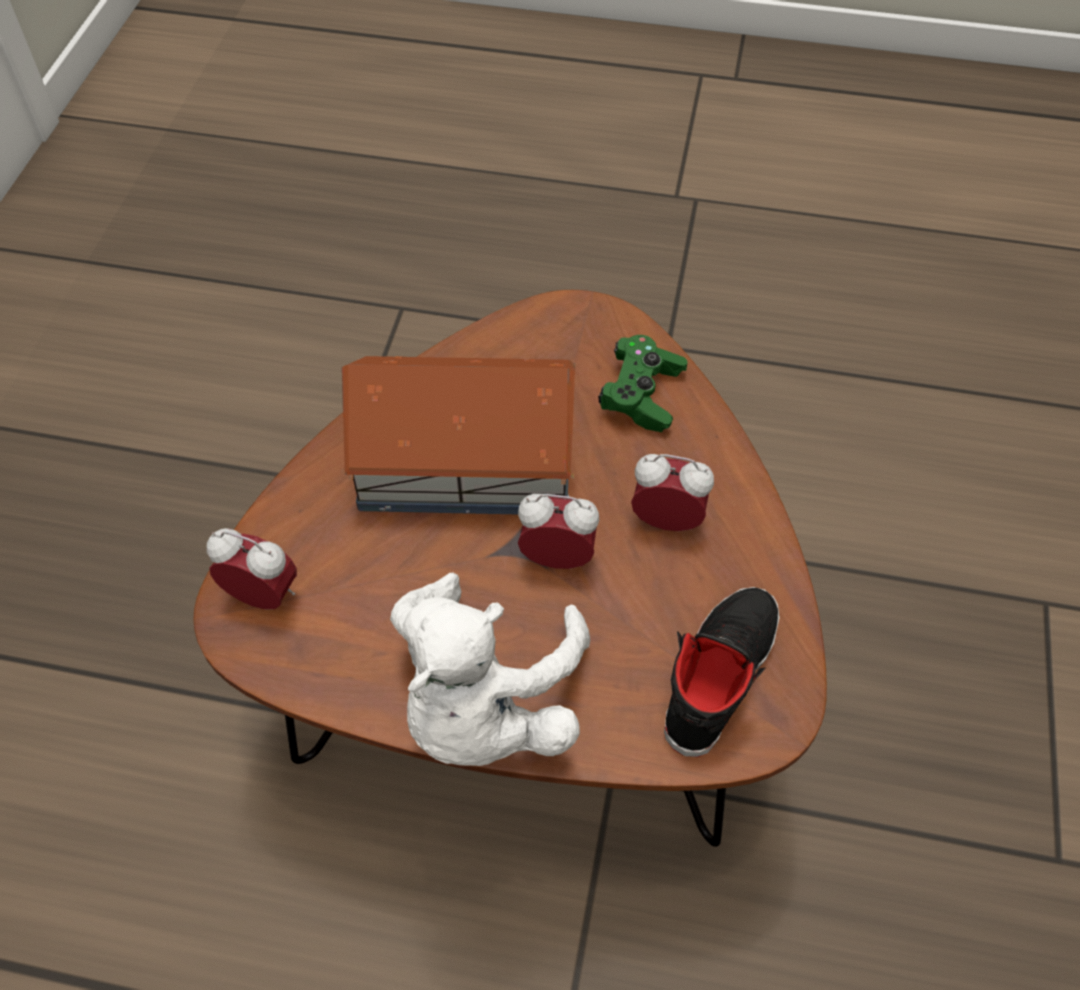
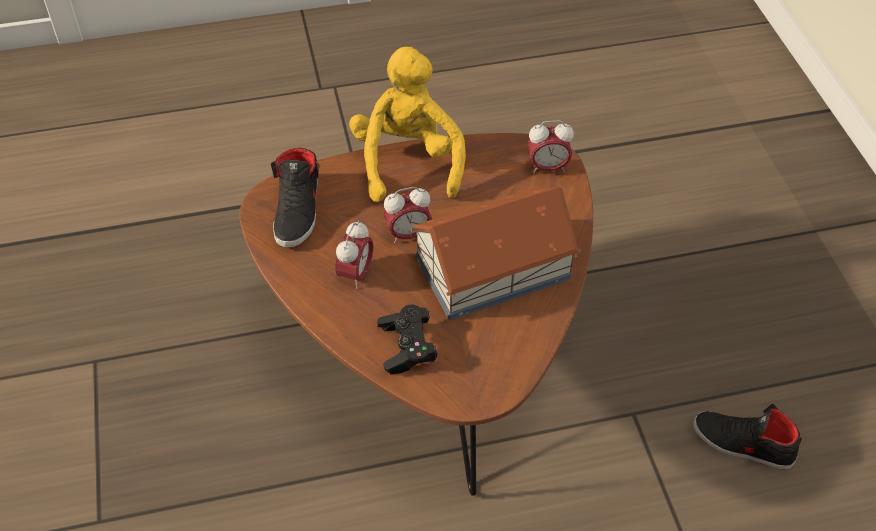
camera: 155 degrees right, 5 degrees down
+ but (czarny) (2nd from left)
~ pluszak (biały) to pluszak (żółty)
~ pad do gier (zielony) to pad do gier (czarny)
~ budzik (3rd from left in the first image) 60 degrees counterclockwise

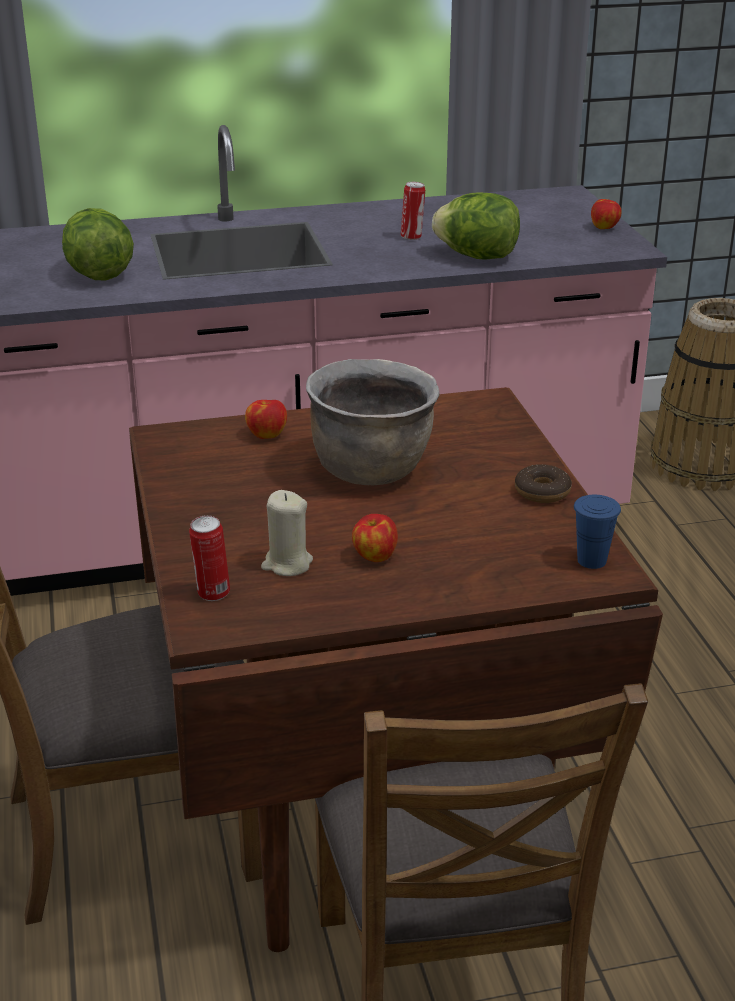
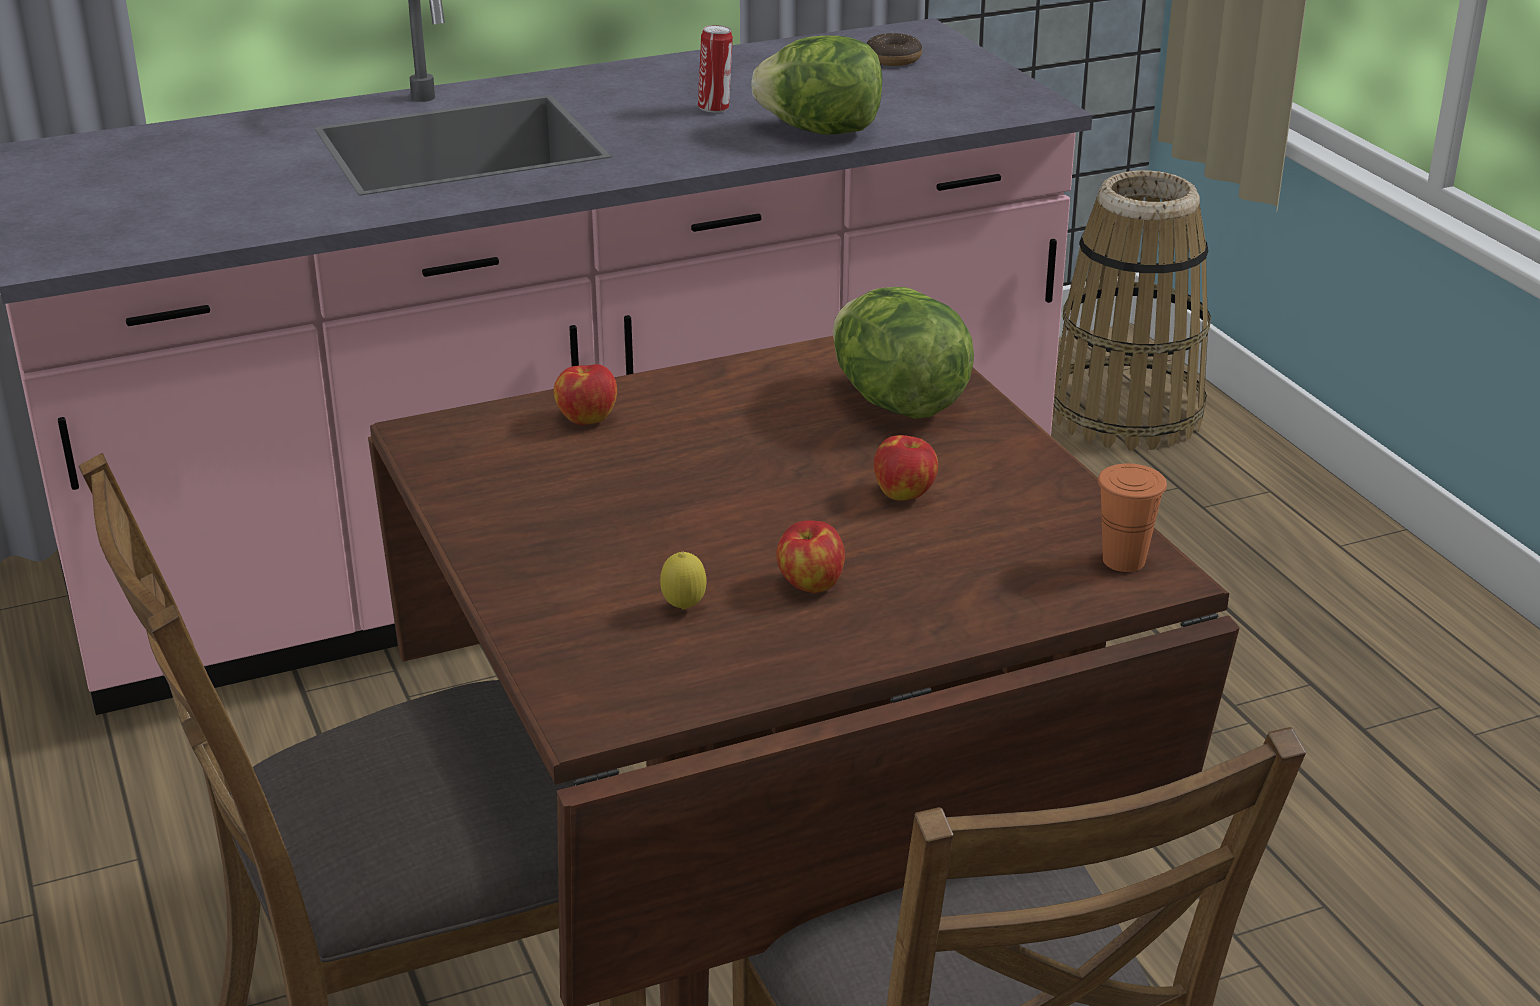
camera: 10 degrees left, 0 degrees up
- puszka (1st from left)
- garnek (brązowy)
~ sałata (1st from left in the first image) to sałata (2nd from left)
~ donut
~ jabłko (3rd from left)
~ świeca (beżowy) to cytryna
~ filiżanka (niebieski) to filiżanka (pomarańczowy)

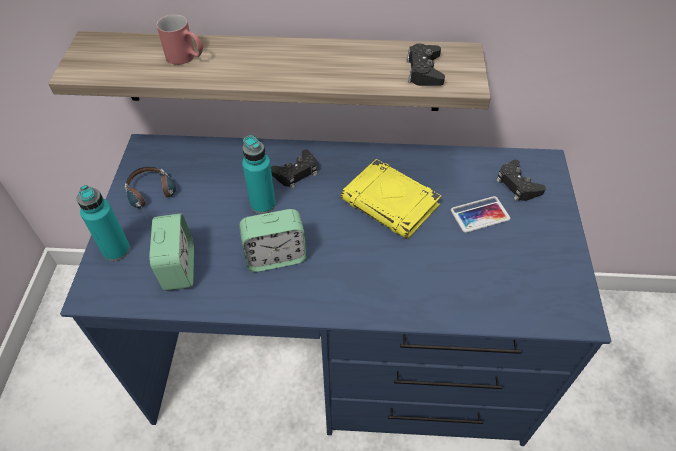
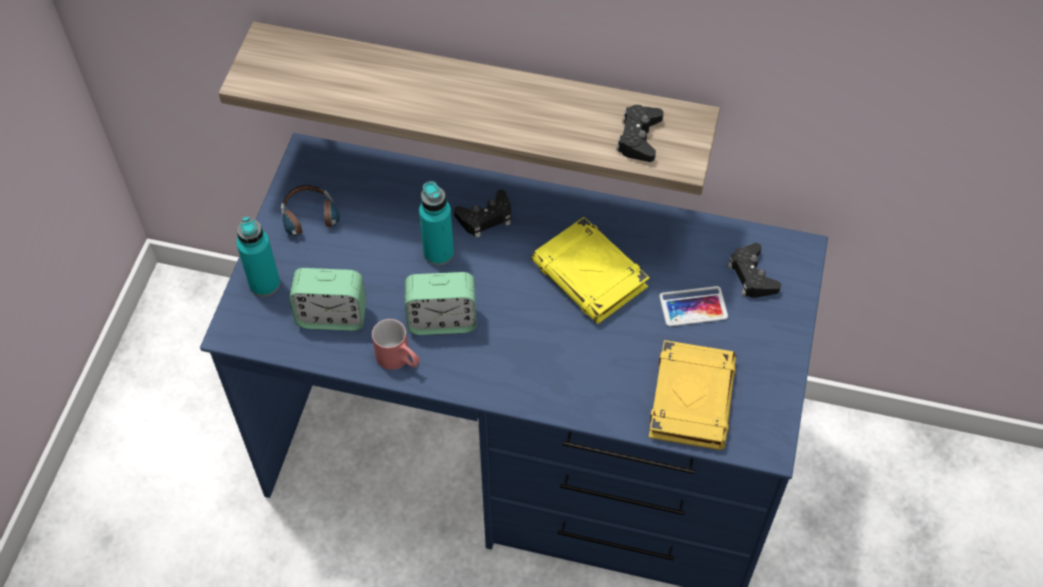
camera: 10 degrees right, 5 degrees up
+ książka (żółty) (2nd from left)
~ kubek (czerwony)
~ budzik (1st from left) 90 degrees clockwise

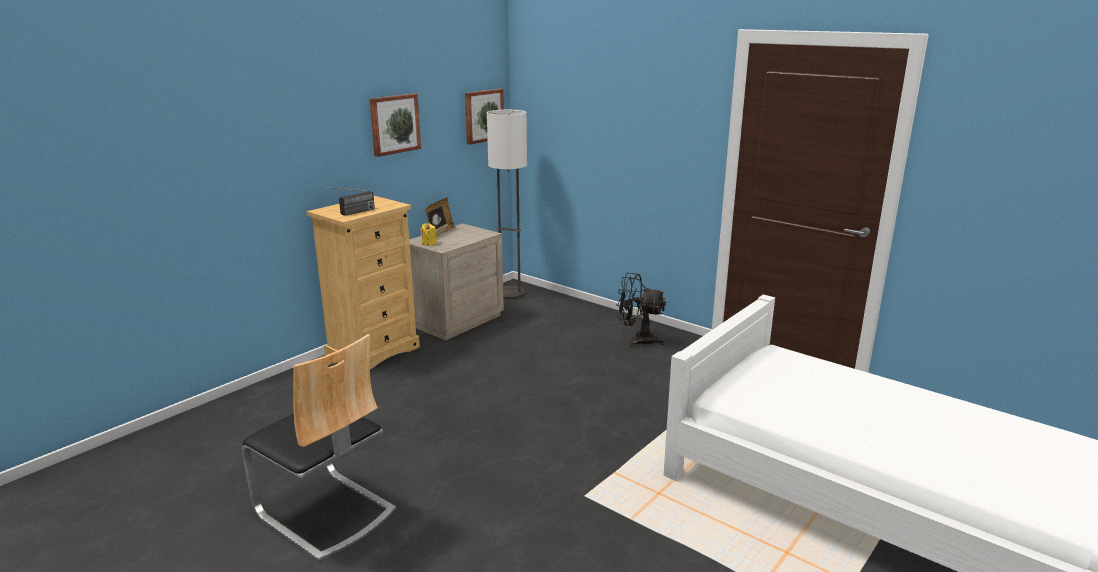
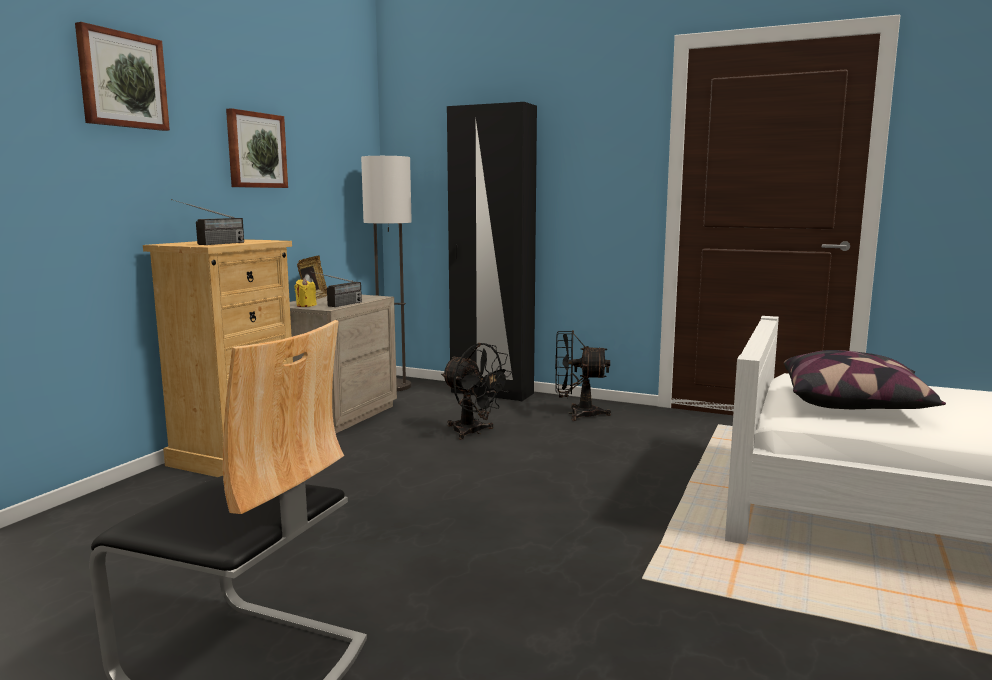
camera: 15 degrees left, 10 degrees down
+ radio (2nd from left)
+ wentylator (czarny) (1st from left)
+ szafa (czarny)
+ poduszka
~ obraz (2nd from left in the first image) to obraz (1st from left)

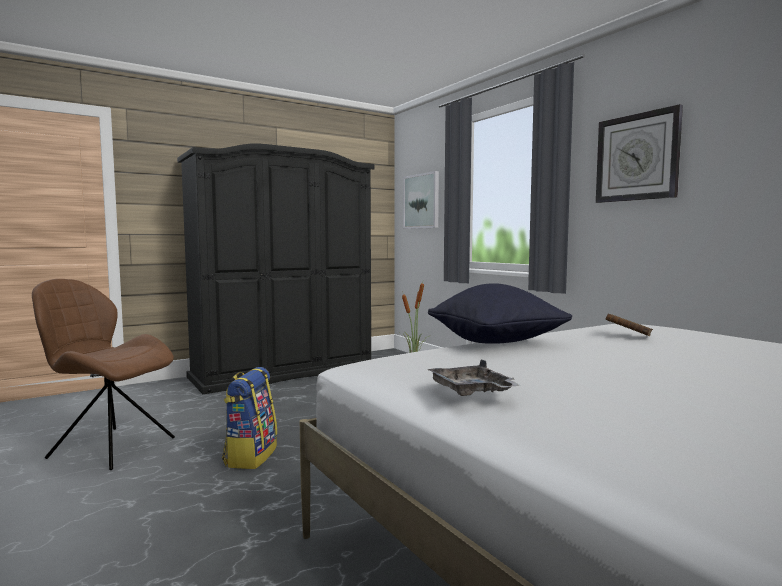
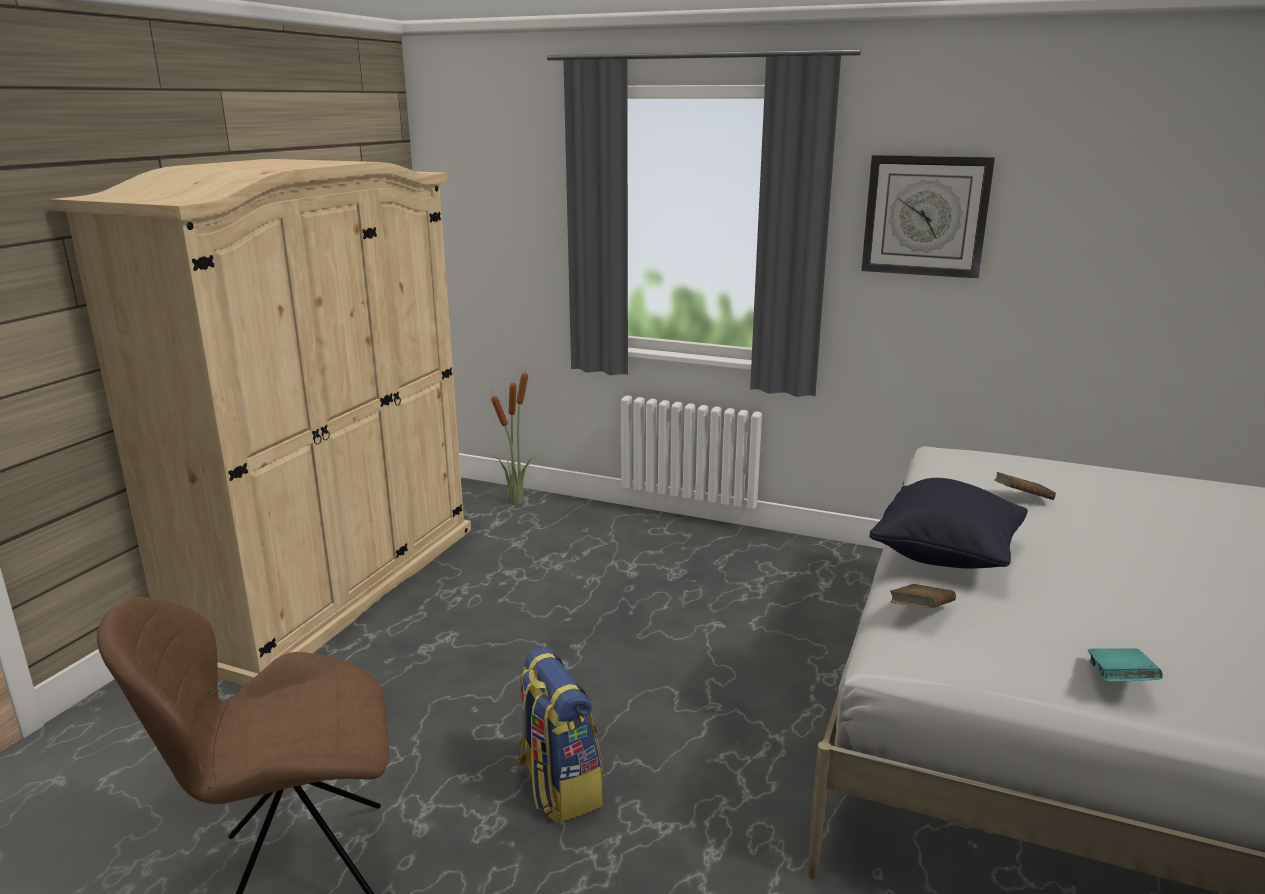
camera: 35 degrees left, 15 degrees up
- obraz
+ książka (brązowy) (1st from left)
~ taca (szary) to książka (turkusowy)
~ szafa (czarny) to szafa (beżowy)

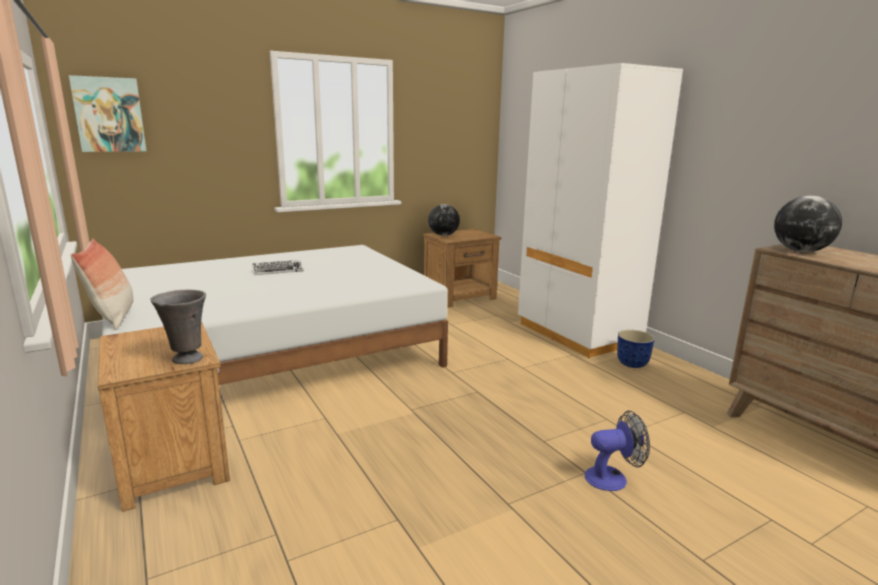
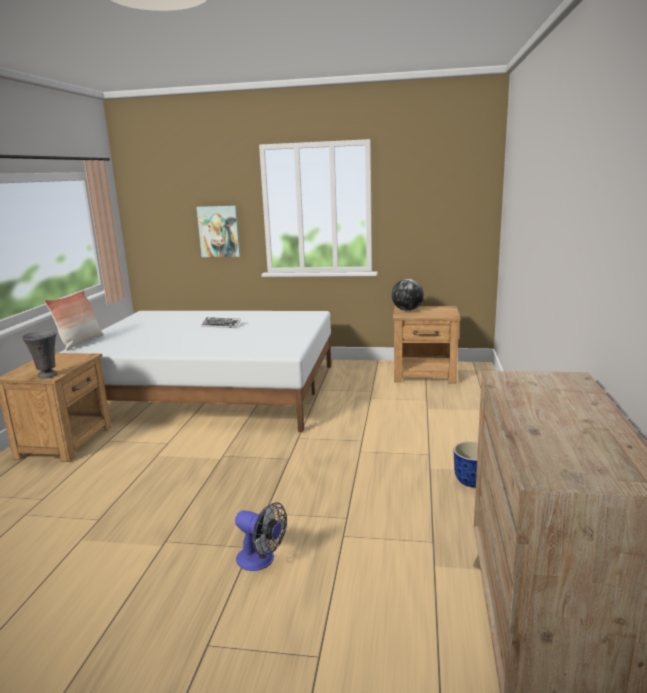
camera: 40 degrees right, 0 degrees up
- szafa (biały)
- globus (2nd from left)
~ obraz

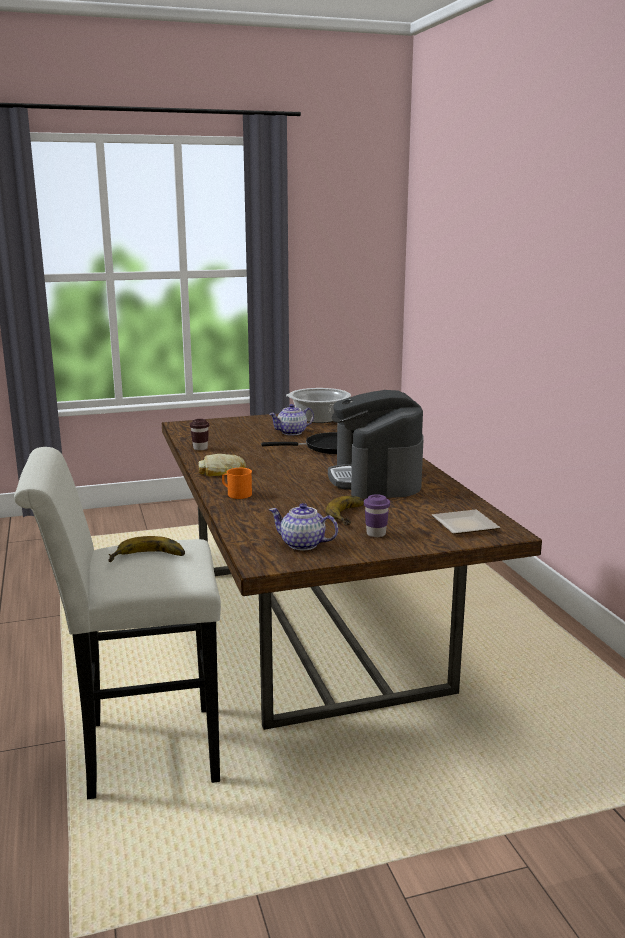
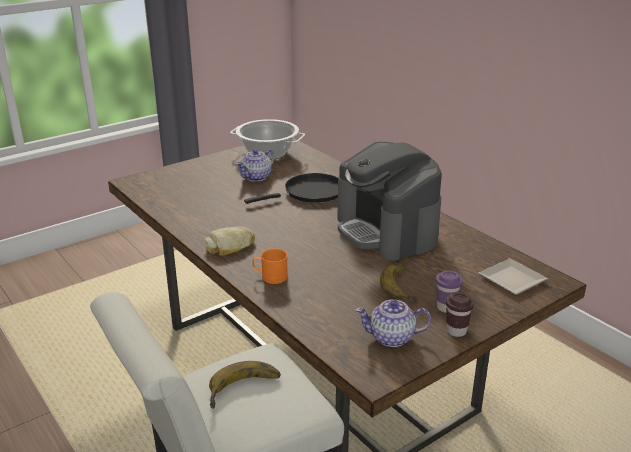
camera: 20 degrees left, 10 degrees up
~ filiżanka (brązowy)

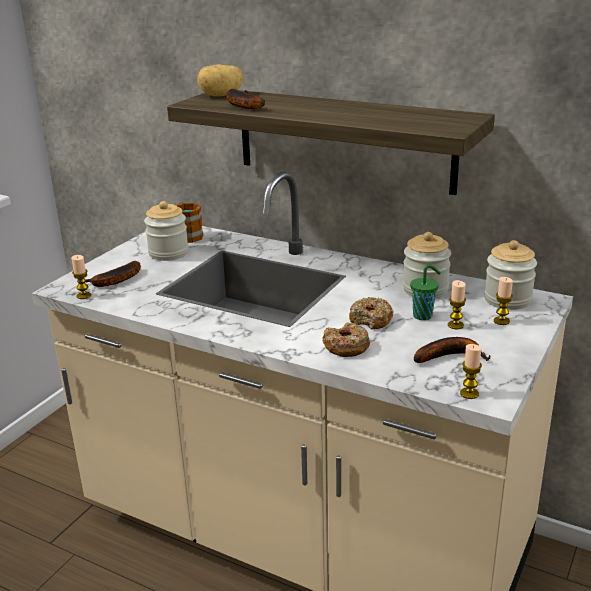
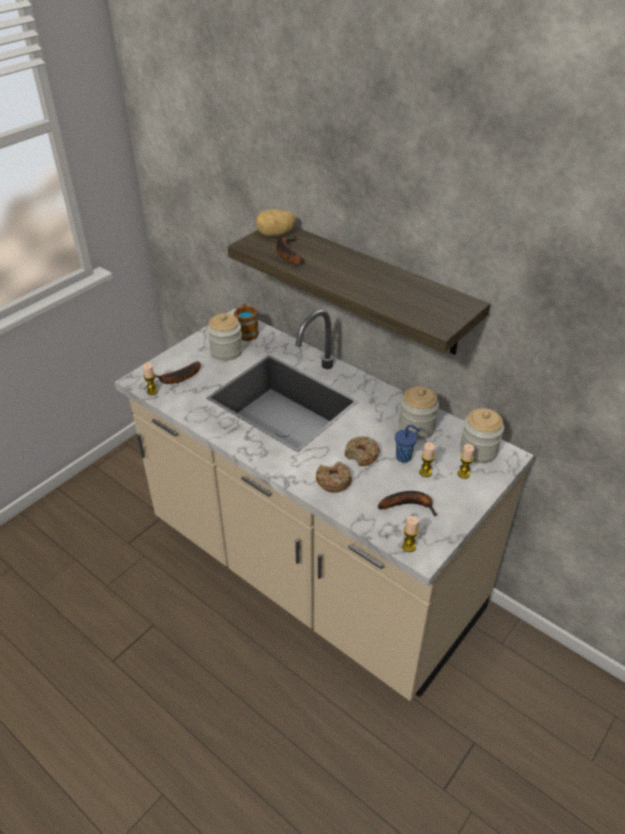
camera: 10 degrees right, 15 degrees up
~ filiżanka (zielony) to filiżanka (niebieski)

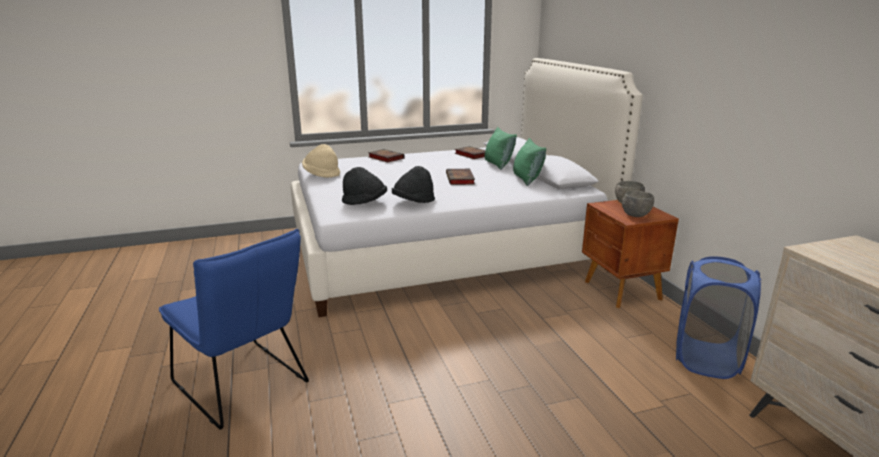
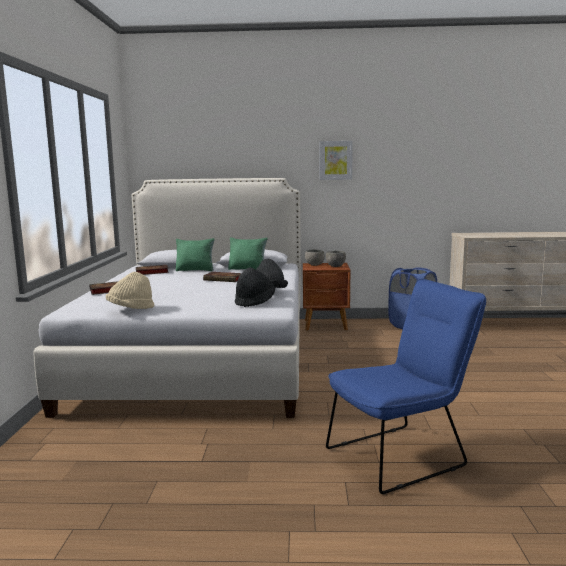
camera: 70 degrees left, 10 degrees down
+ obraz

